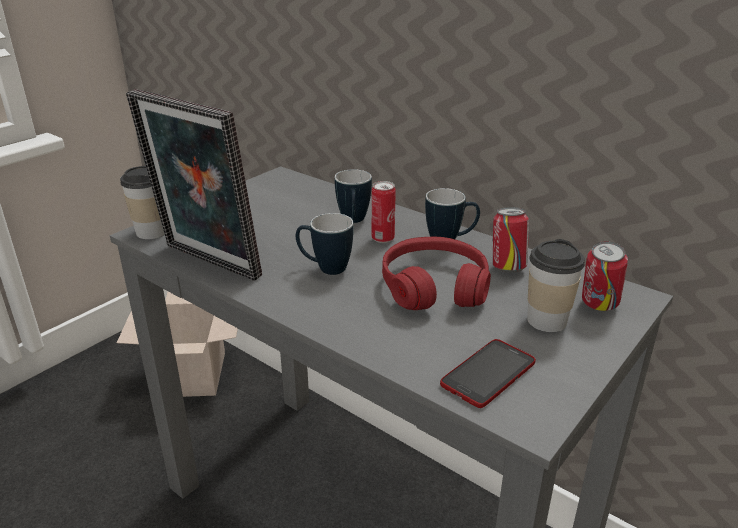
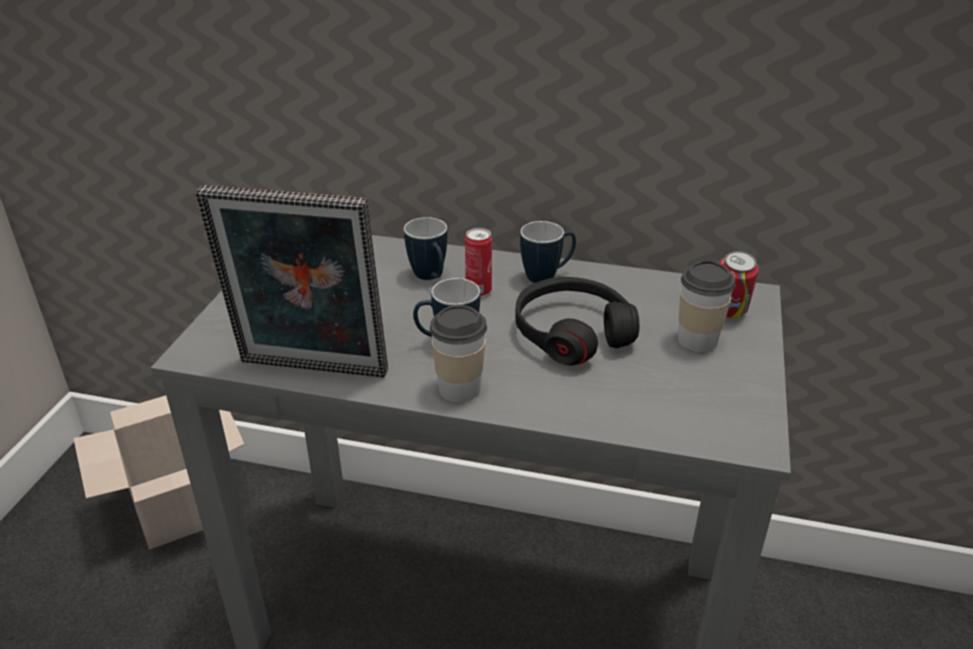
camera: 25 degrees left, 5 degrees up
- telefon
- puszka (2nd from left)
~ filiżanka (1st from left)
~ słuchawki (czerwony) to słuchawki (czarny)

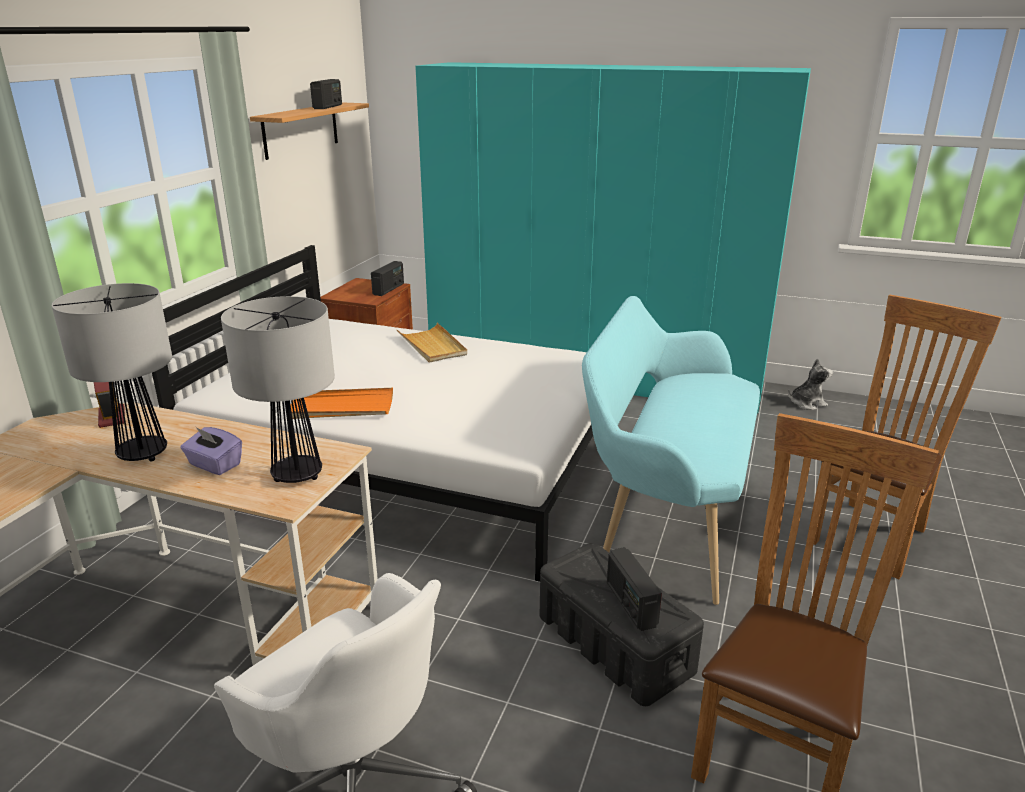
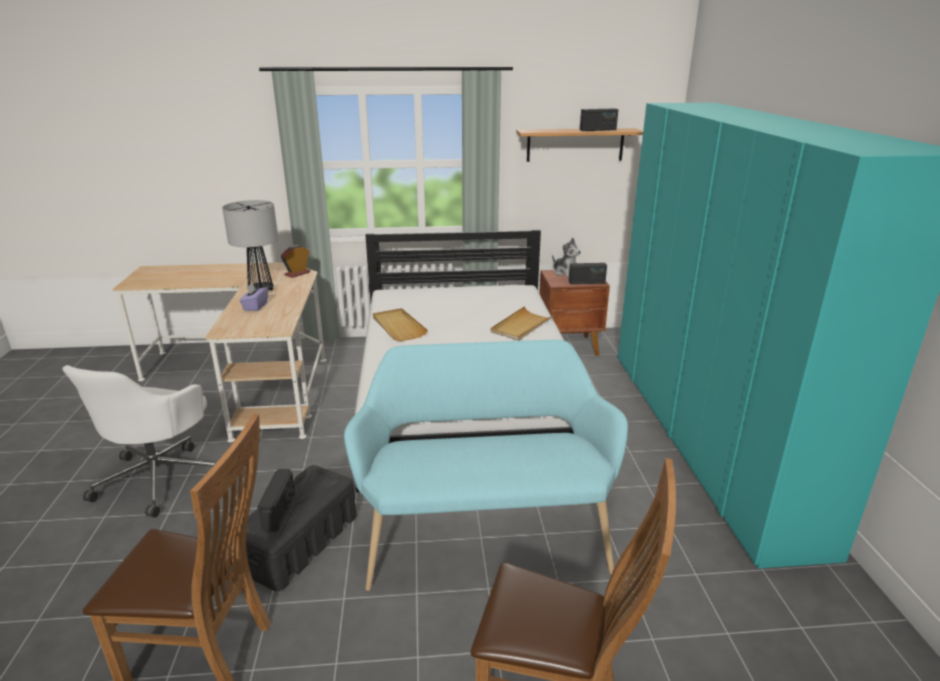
camera: 65 degrees right, 0 degrees up
- lampa stołowa (2nd from left)
~ pluszak
~ taca (pomarańczowy) to taca (beżowy) (1st from left)
~ radio (3rd from left in the first image) 135 degrees clockwise

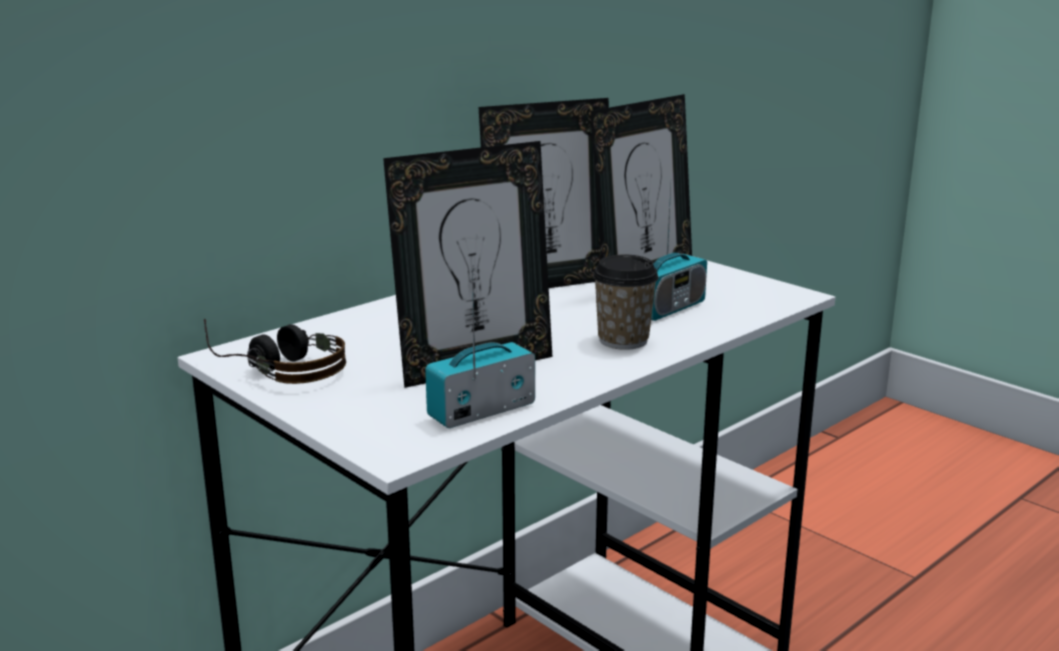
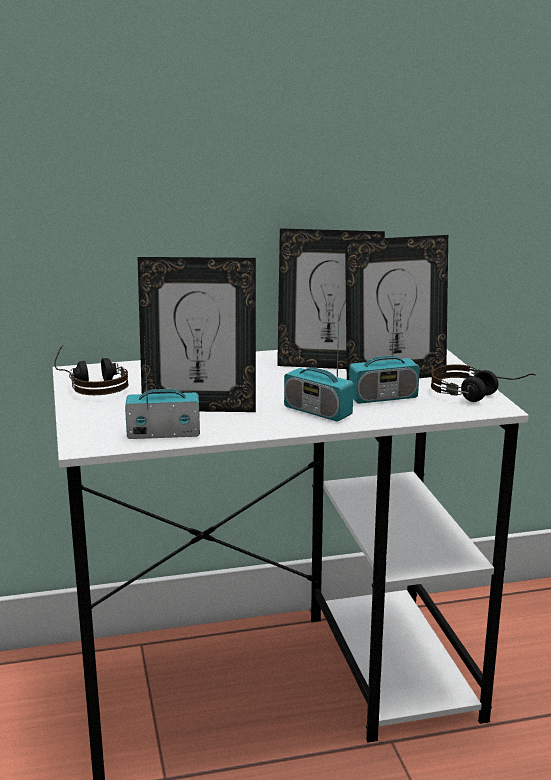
camera: 30 degrees right, 0 degrees up
+ słuchawki (2nd from left)
~ filiżanka to radio (2nd from left)

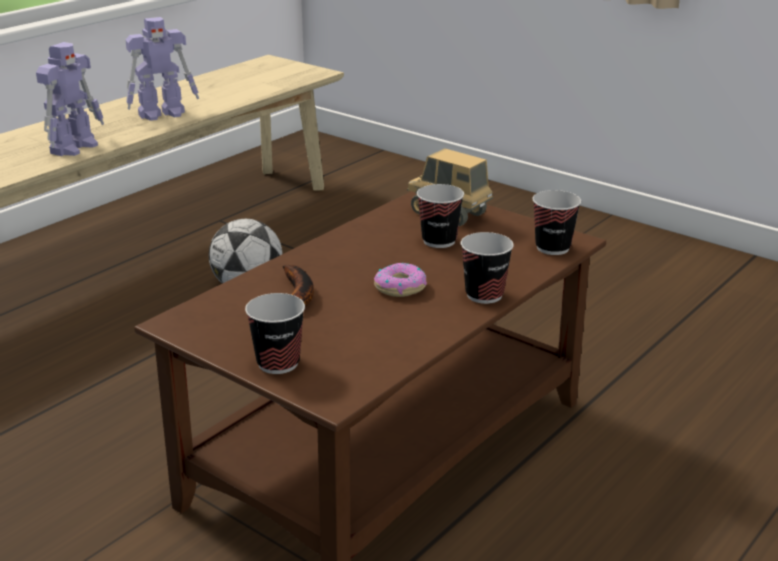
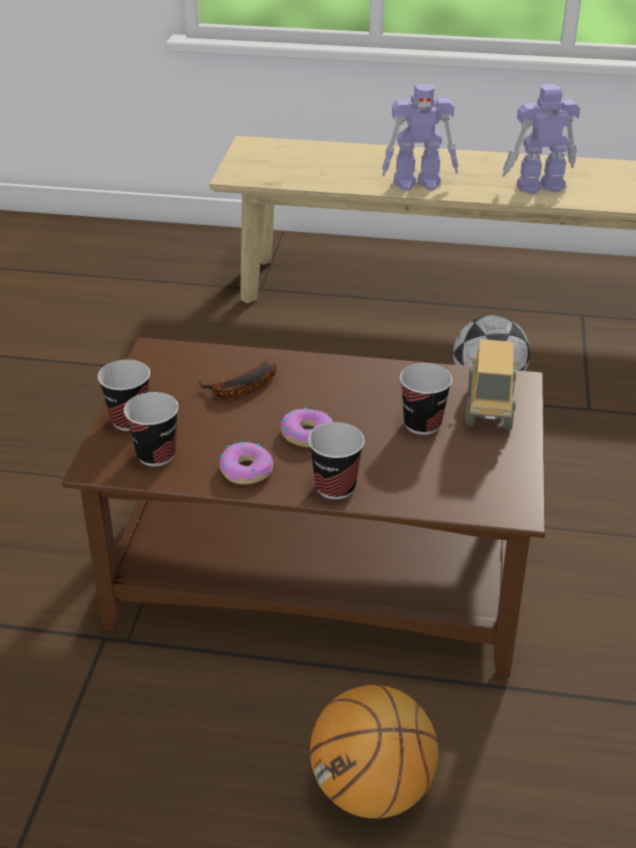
camera: 60 degrees right, 10 degrees up
+ donut (1st from left)
+ piłka do koszykówki
~ filiżanka (4th from left in the first image) to filiżanka (2nd from left)
~ robot zabawkowy (2nd from left) 135 degrees clockwise

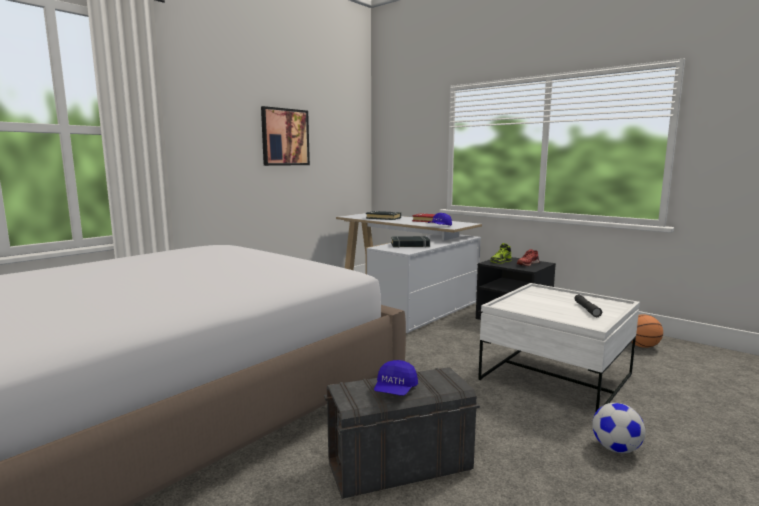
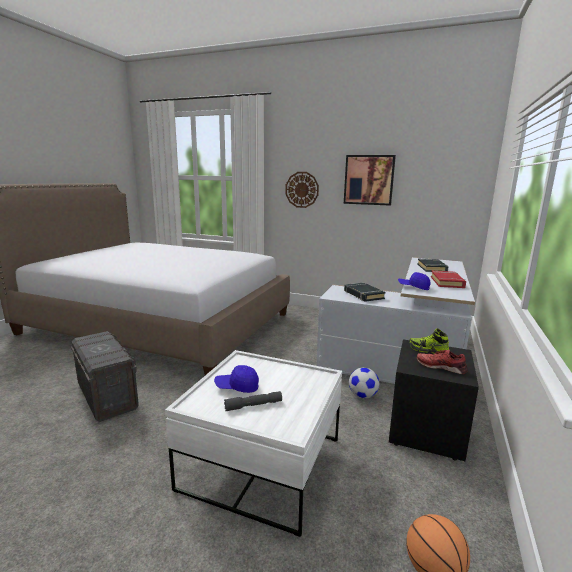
camera: 70 degrees right, 5 degrees up
+ zegar ścienny
~ czapka z daszkiem (niebieski) (1st from left)
~ piłka futbolowa

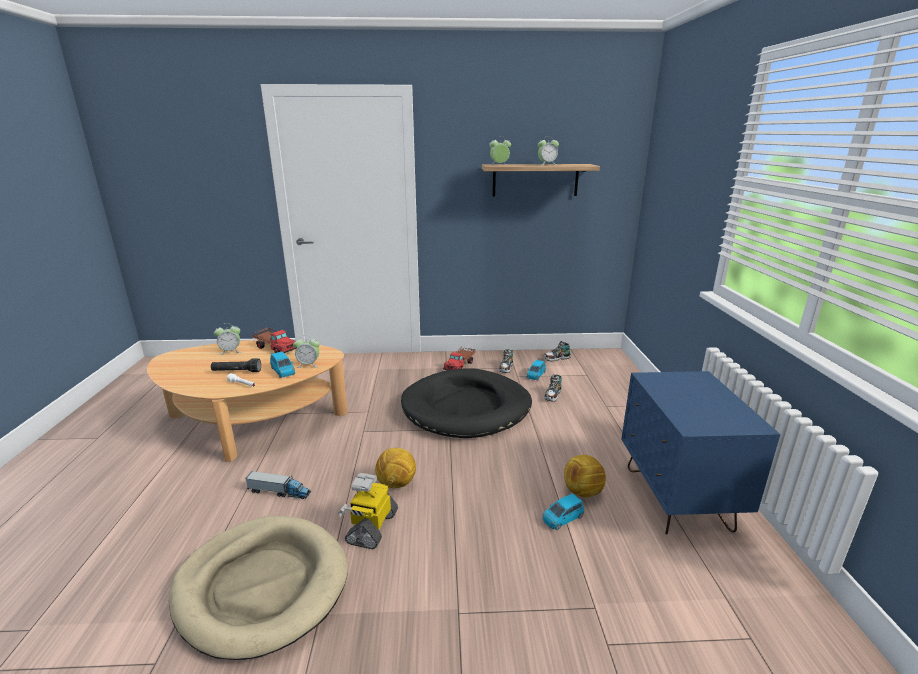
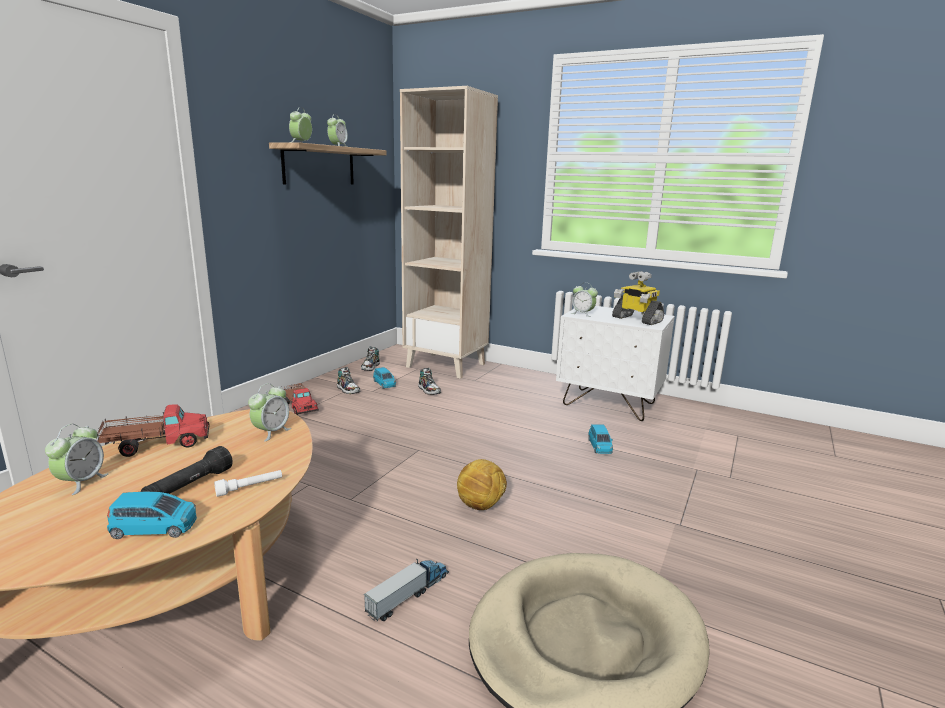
camera: 60 degrees left, 5 degrees down
- legowisko (czarny)
- piłka futbolowa (2nd from left)
+ regał (beżowy)
+ budzik (5th from left)
~ samochodzik (niebieski) (1st from left)
~ robot zabawkowy
~ szafka nocna (niebieski) to szafka nocna (biały)

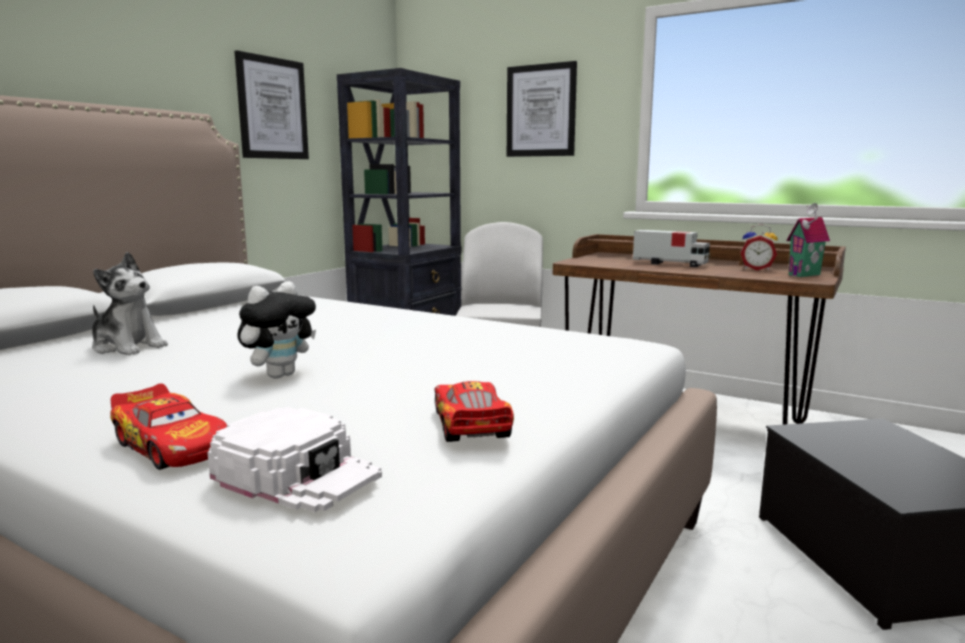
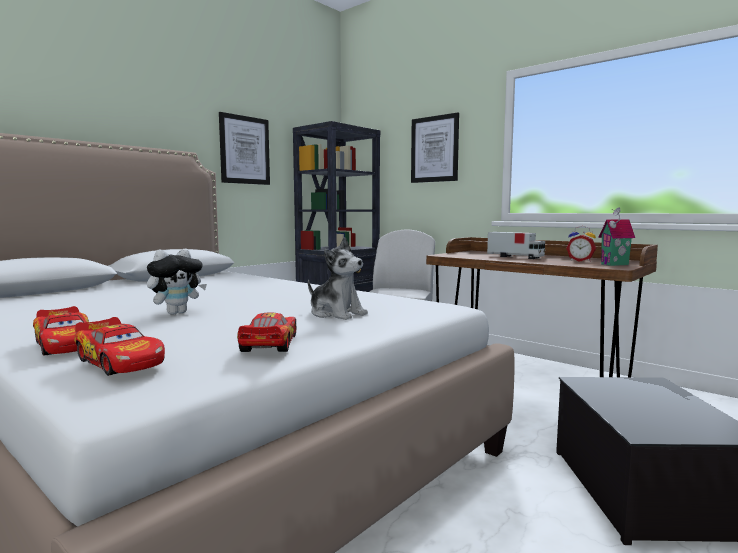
camera: 10 degrees right, 5 degrees down
~ pluszak (1st from left in the first image) to pluszak (2nd from left)
~ czapka z daszkiem (biały) to samochodzik (2nd from left)

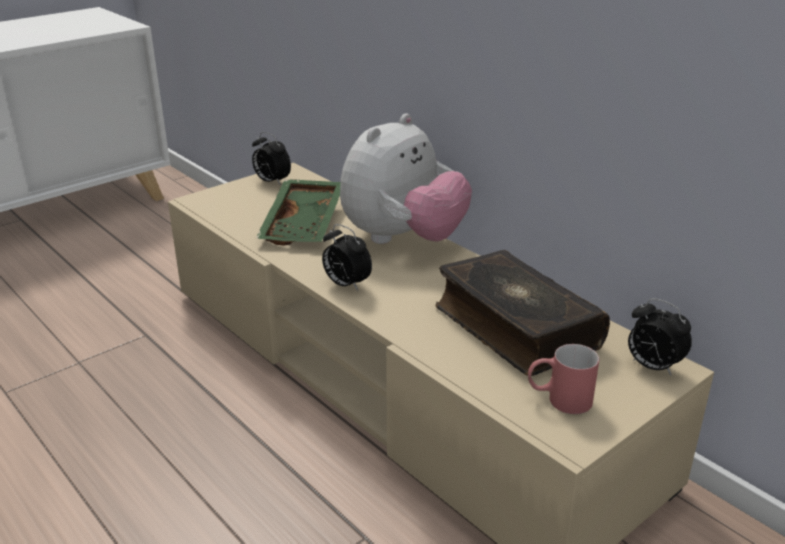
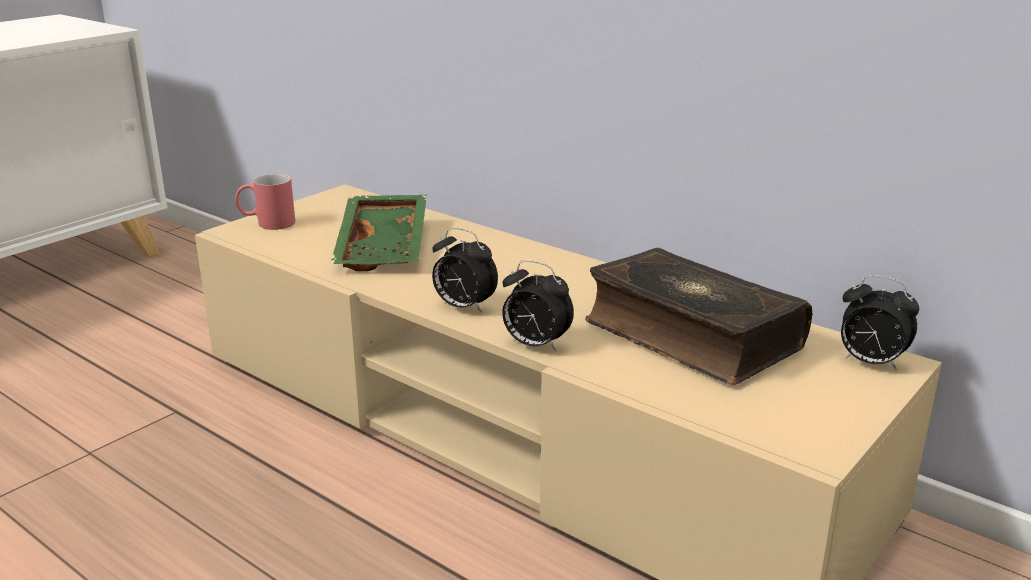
camera: 10 degrees left, 5 degrees down
- pluszak
~ budzik (1st from left in the first image) to budzik (2nd from left)
~ kubek (czerwony)

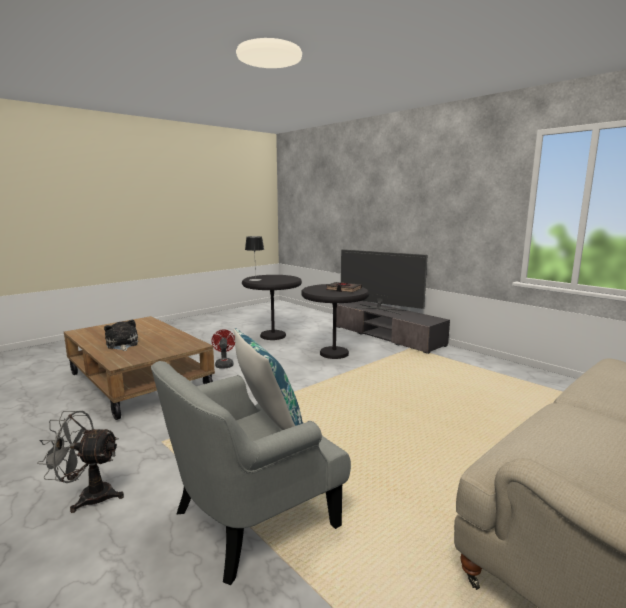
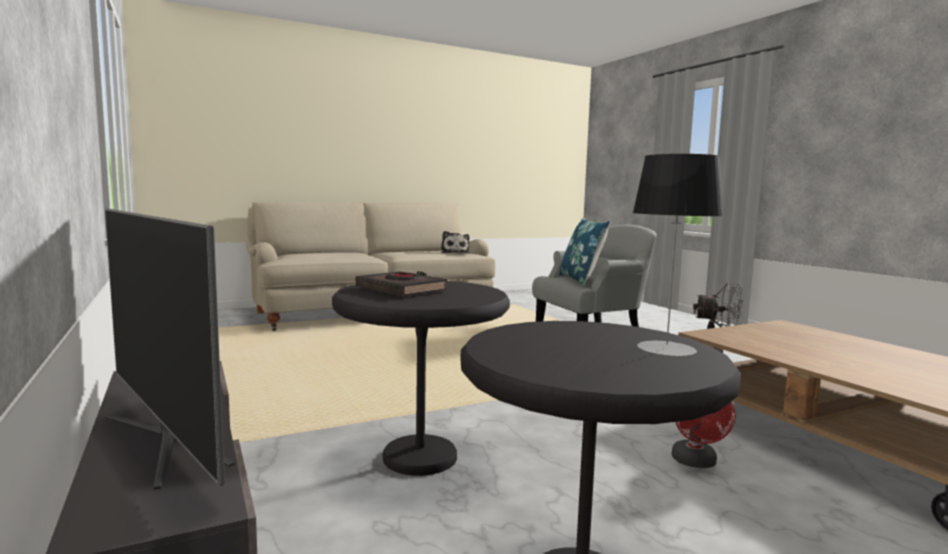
camera: 165 degrees left, 5 degrees down
~ pluszak

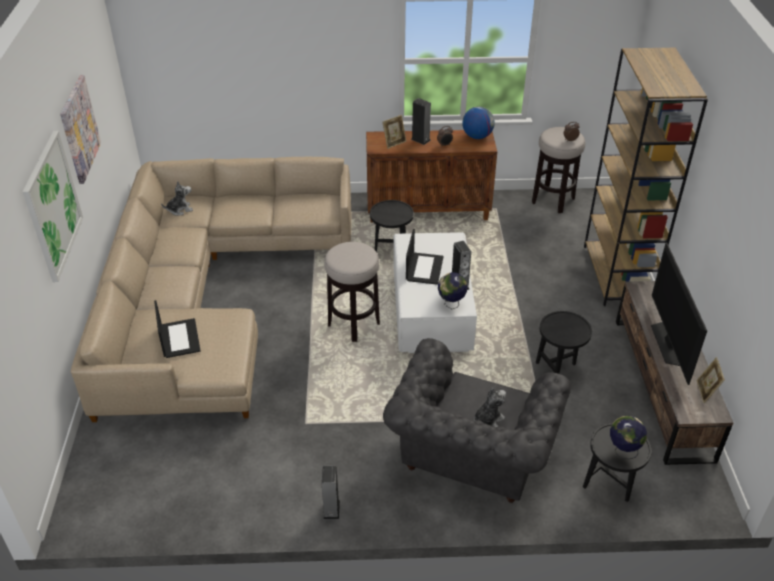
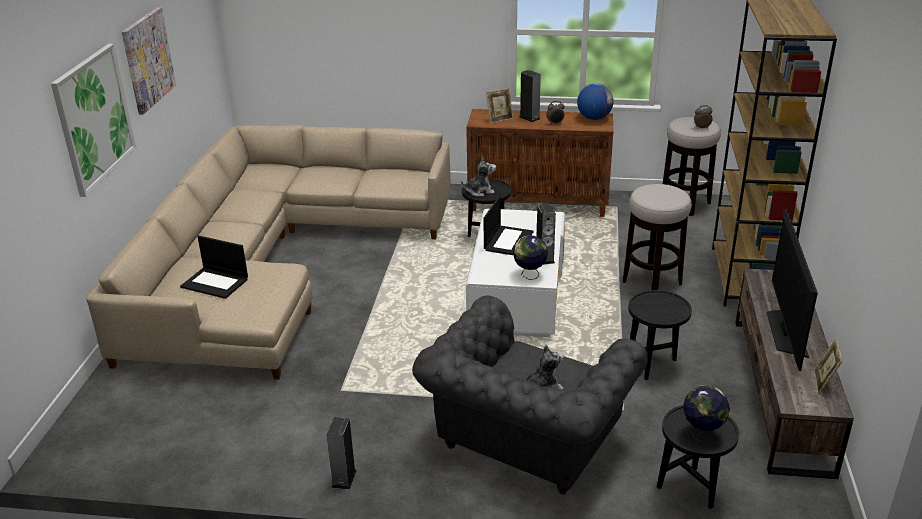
camera: 10 degrees right, 10 degrees down
~ pluszak (1st from left)
~ stołek (1st from left)
~ laptop (1st from left) 120 degrees clockwise

